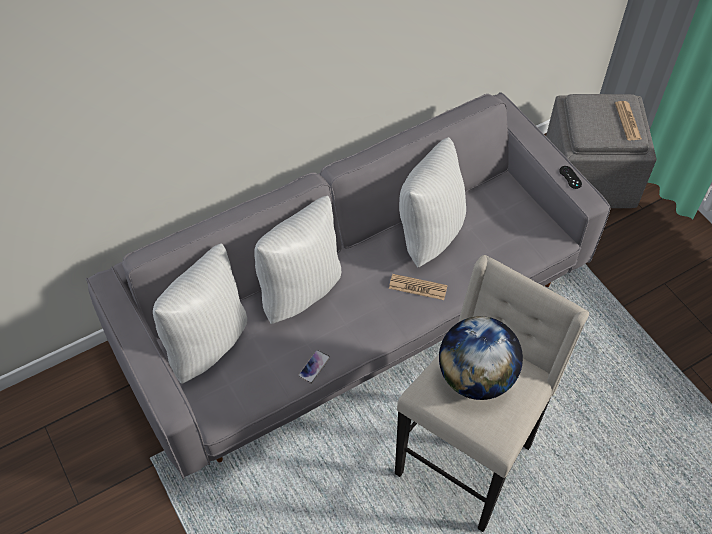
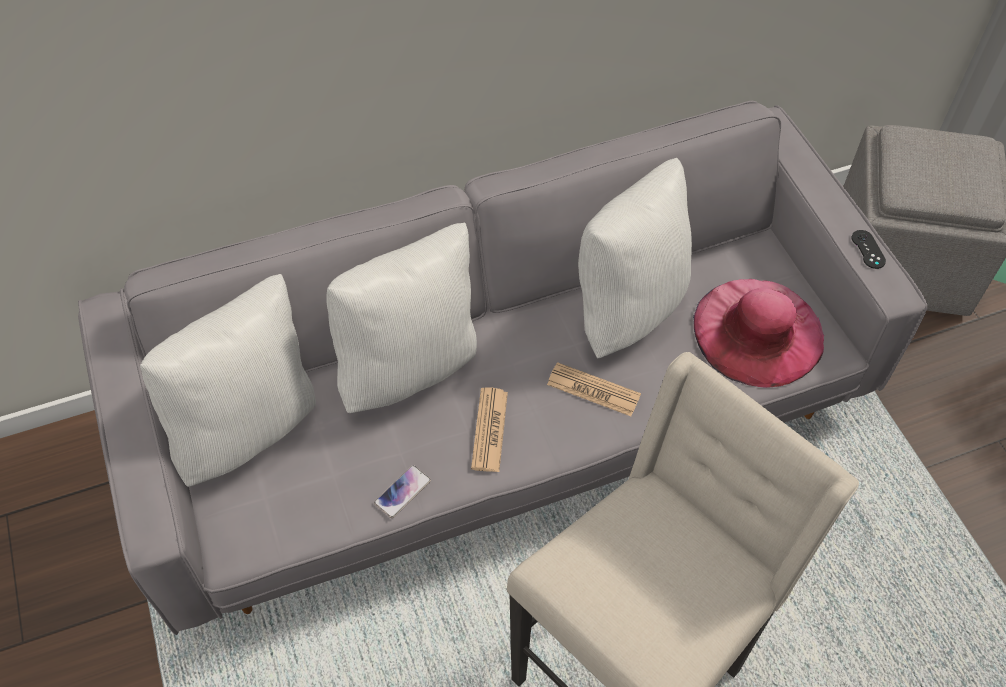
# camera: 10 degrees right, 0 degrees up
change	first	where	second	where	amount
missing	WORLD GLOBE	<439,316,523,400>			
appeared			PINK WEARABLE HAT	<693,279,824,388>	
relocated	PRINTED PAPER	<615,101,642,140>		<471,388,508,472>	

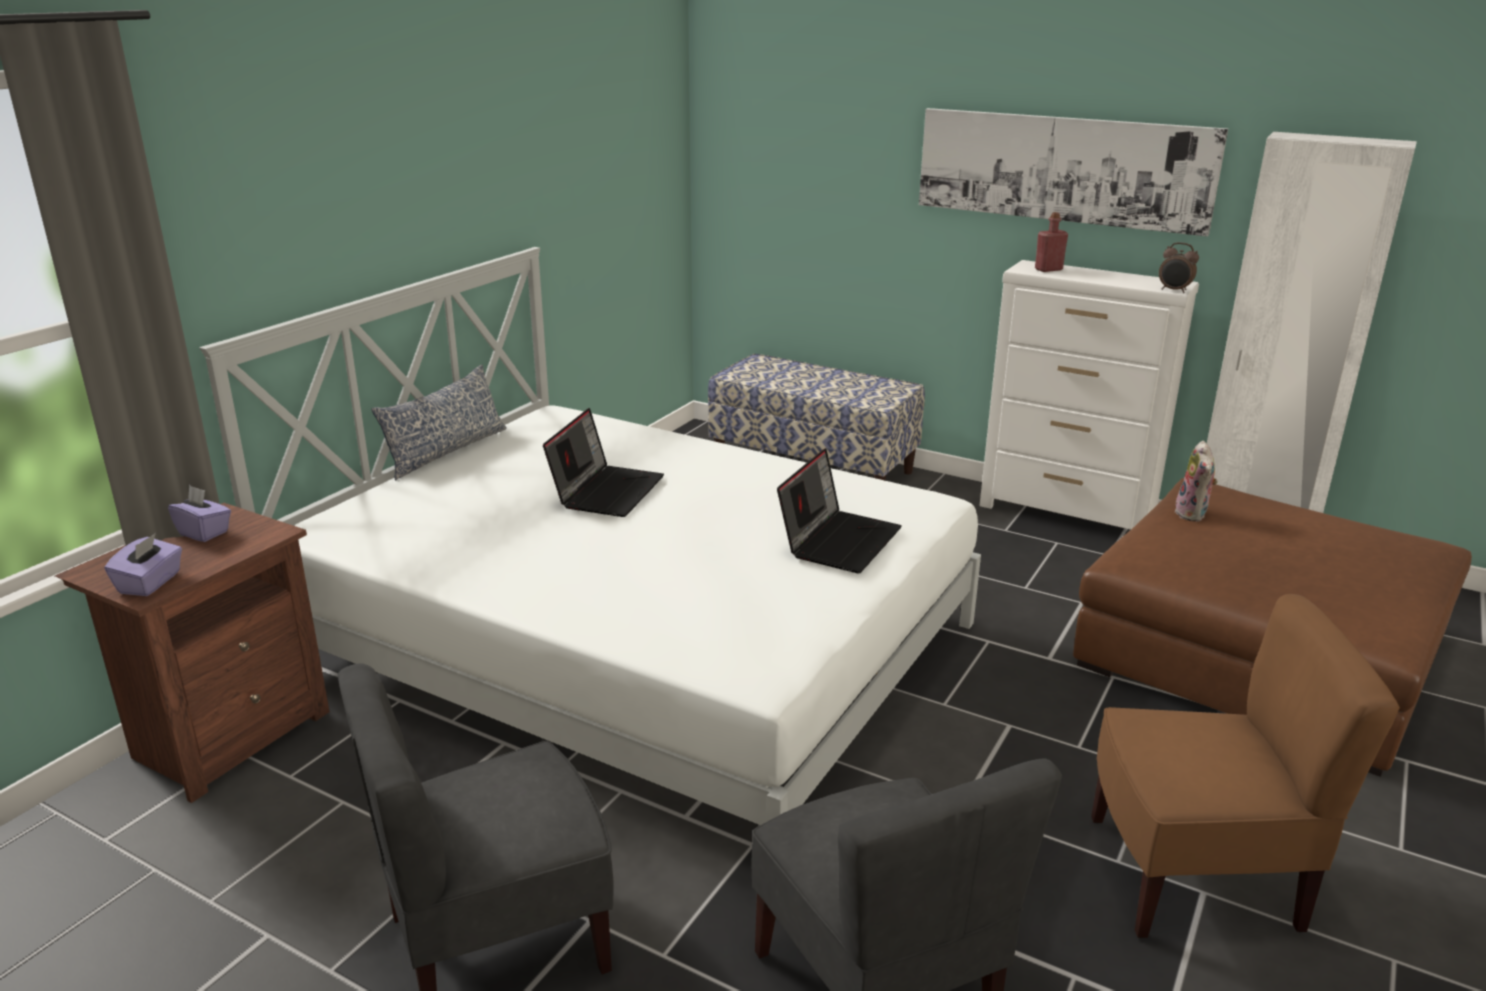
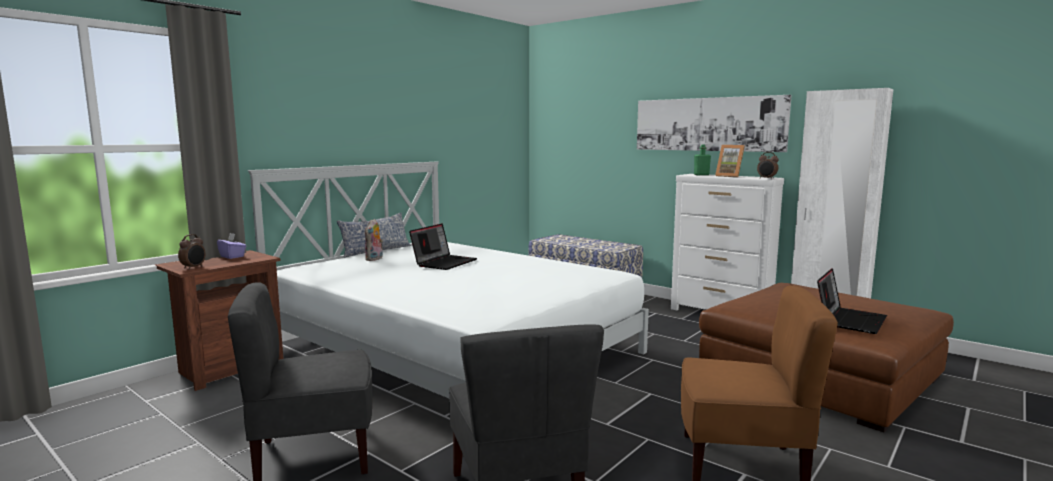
# camera: 10 degrees right, 15 degrees down
change	first	where	second	where	amount
appeared			STANDING FRAME	<715,145,745,177>	
relocated	NOTEBOOK COMPUTER	<777,448,902,573>		<817,268,887,334>	
relocated	CUDDLY TOY	<1175,441,1218,522>		<365,219,383,261>	
exchanged	PURPLE-COLOURED BOX OF TISSUES	<105,533,182,596>	BEDSIDE CLOCK	<178,234,205,270>	
colour	RED-COLOURED DRINK BOTTLE	<1035,212,1068,272>	GREENISH DRINK BOTTLE	<694,145,711,175>	

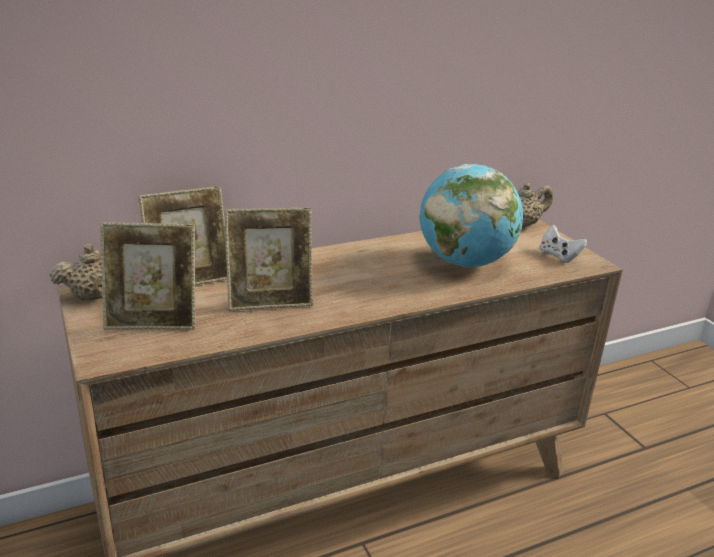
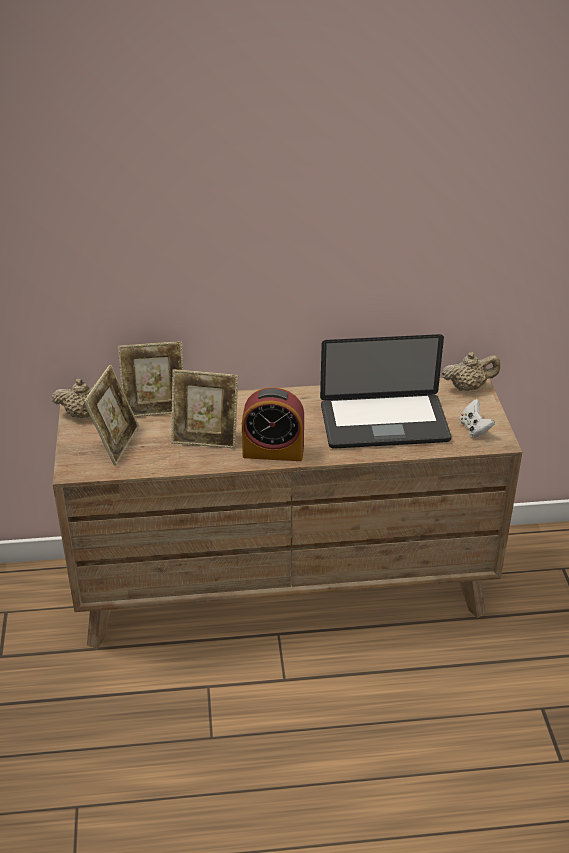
# camera: 20 degrees right, 10 degrees up
change	first	where	second	where	amount
appeared			BEDSIDE CLOCK	<242,387,304,461>	
exchanged	WORLD GLOBE	<419,164,523,267>	NOTEBOOK COMPUTER	<320,334,451,449>	
spun	STANDING FRAME	<100,222,196,330>		<84,364,139,466>	90 degrees counterclockwise

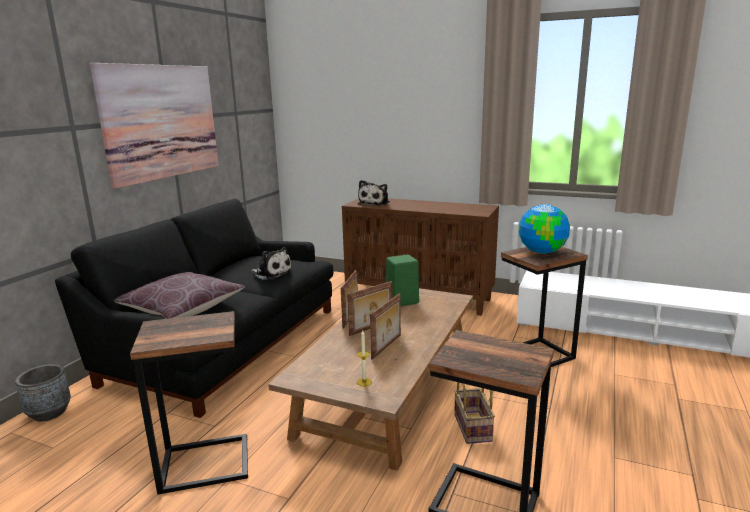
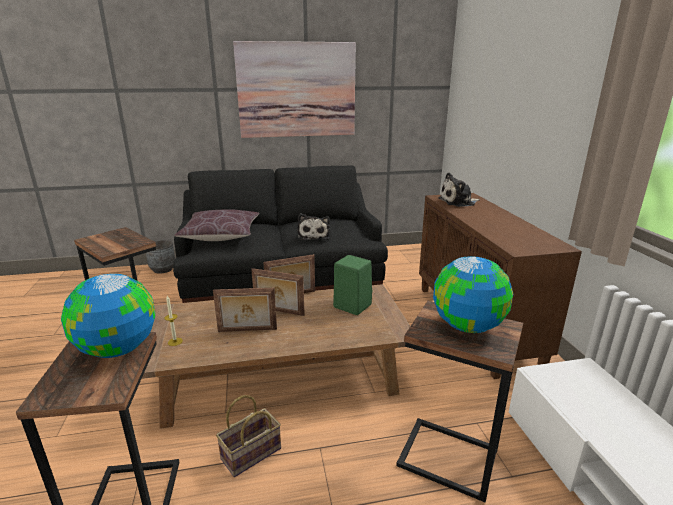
# camera: 55 degrees right, 5 degrees up
change	first	where	second	where	amount
appeared			WORLD GLOBE	<61,274,156,358>	

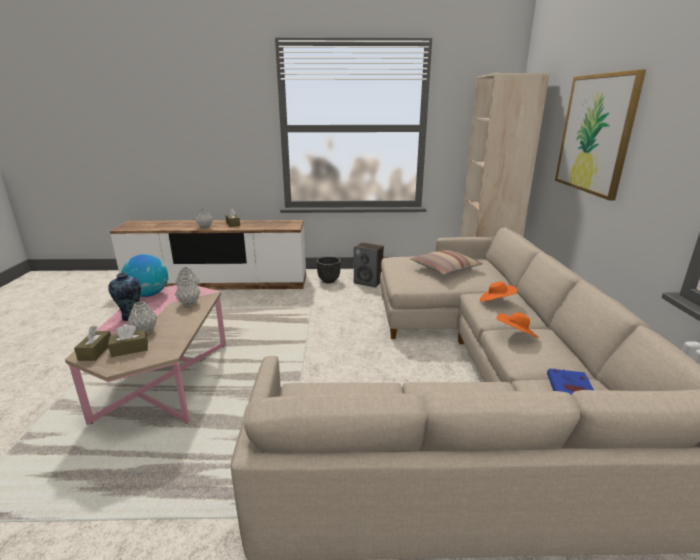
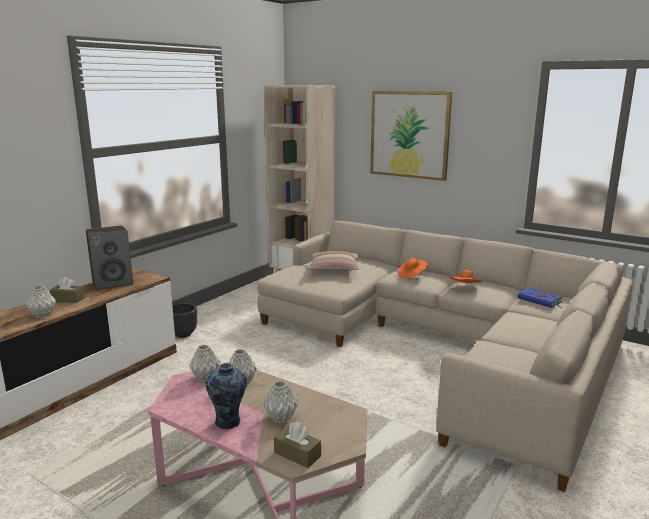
# camera: 55 degrees left, 5 degrees down
change	first	where	second	where	amount
missing	BROWN-COLOURED BOX OF TISSUES	<108,324,148,357>			
missing	WORLD GLOBE	<121,254,169,297>			
relocated	SPEAKER	<354,242,384,288>		<86,225,133,290>	

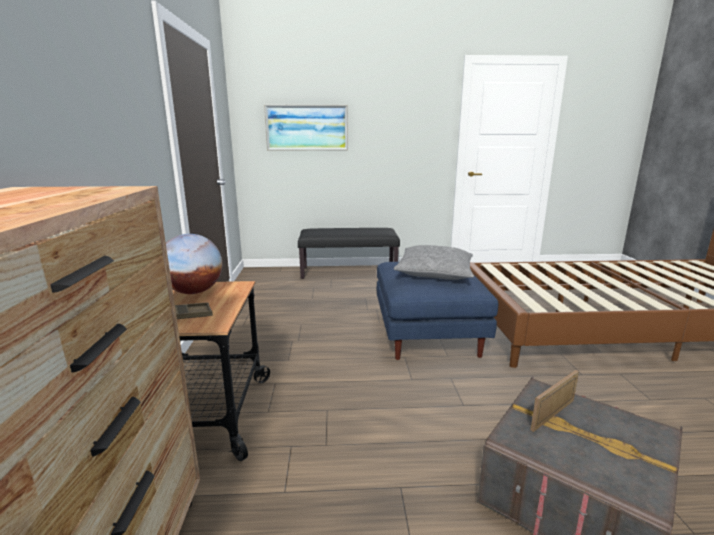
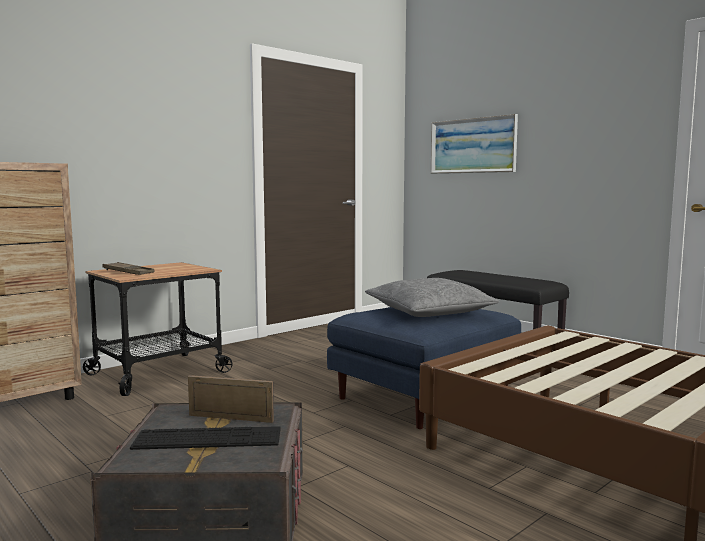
# camera: 50 degrees right, 10 degrees down
change	first	where	second	where	amount
missing	WORLD GLOBE	<166,234,222,294>			
appeared			KEYBOARD	<130,426,281,450>	

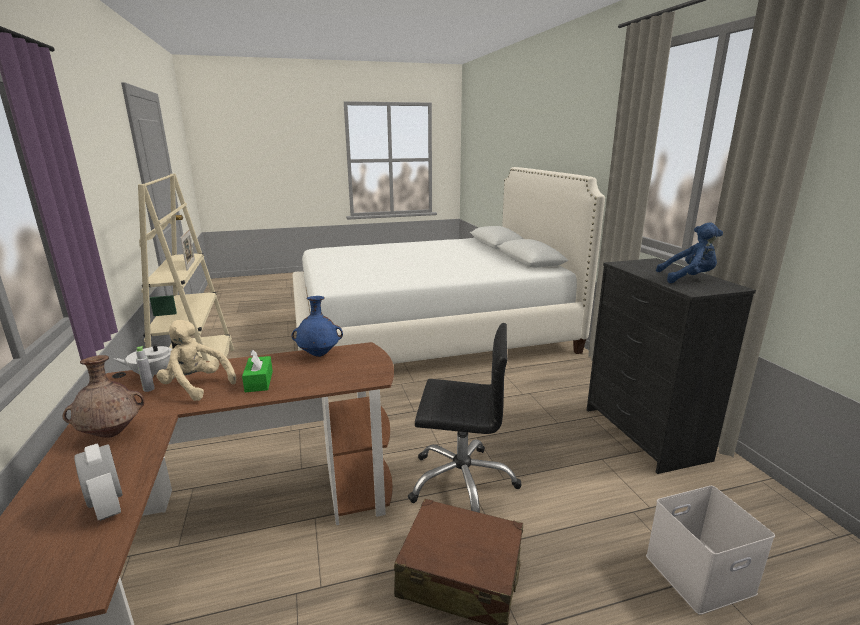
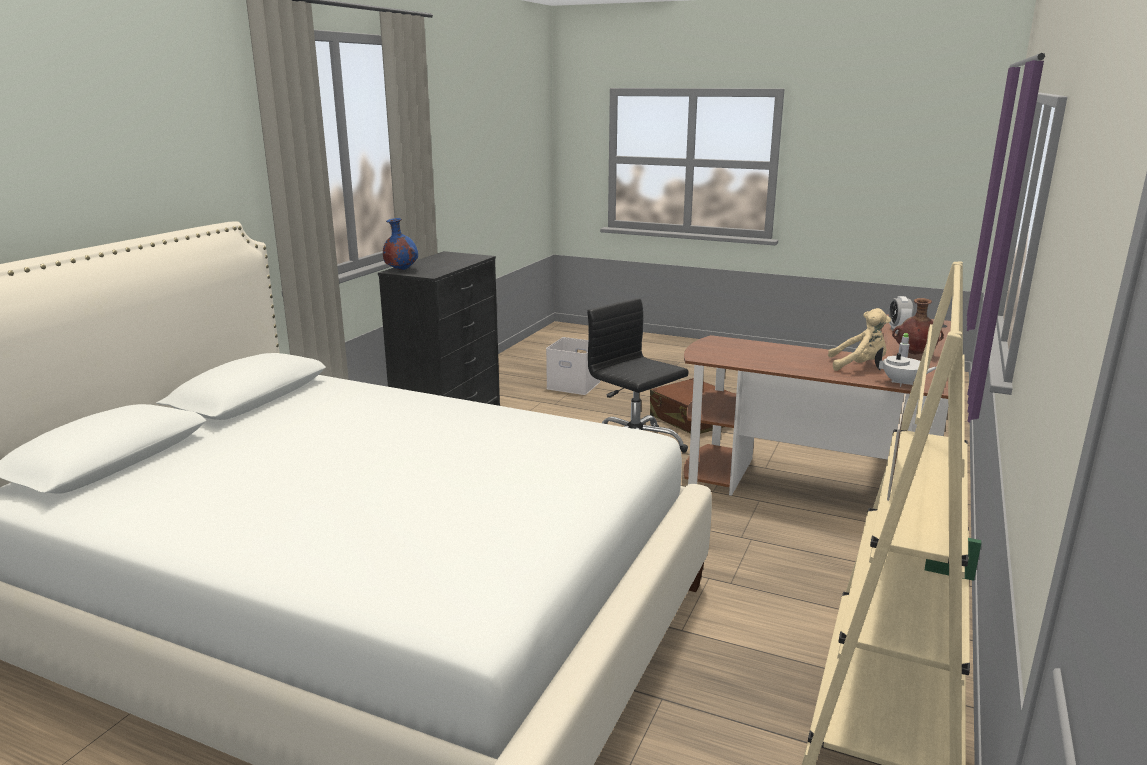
# camera: 140 degrees left, 0 degrees up
change	first	where	second	where	amount
missing	GREENISH BOX OF TISSUES	<242,349,273,392>			
missing	BLUE-COLOURED CUDDLY TOY	<656,222,723,283>			
relocated	BLUE-COLOURED FLOWER VASE	<291,296,343,357>		<383,218,418,270>	
spun	BEIGE-COLOURED CUDDLY TOY	<156,320,237,401>		<828,308,891,371>	60 degrees counterclockwise

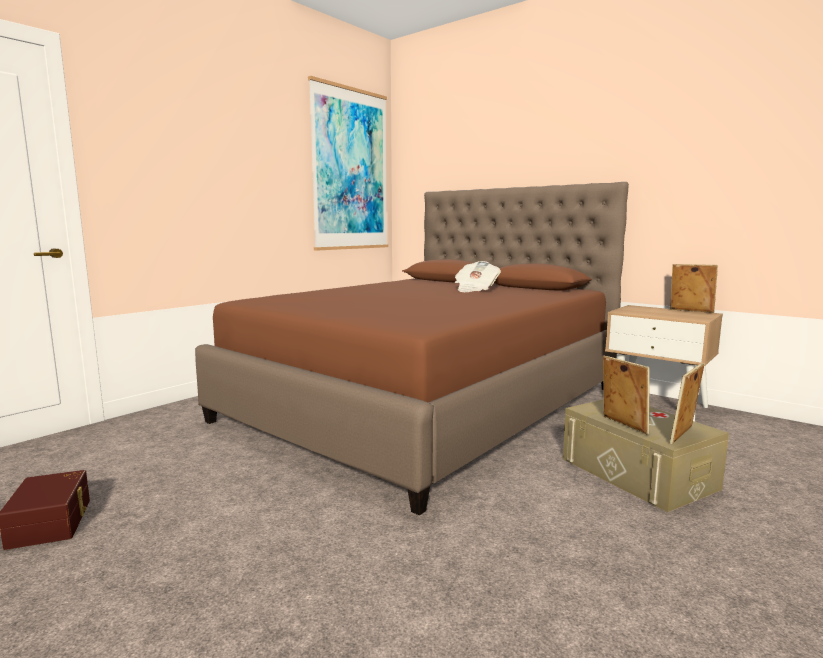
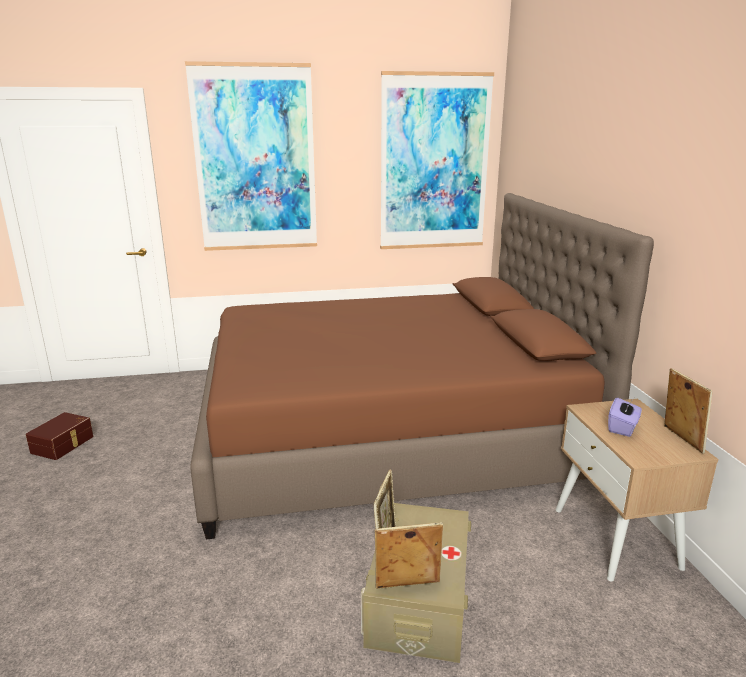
# camera: 40 degrees right, 10 degrees up
change	first	where	second	where	amount
missing	PRINTED PAPER	<455,261,501,292>			
appeared			WALL PICTURE	<185,61,317,251>	
appeared			PURPLE-COLOURED BOX OF TISSUES	<608,398,642,437>	

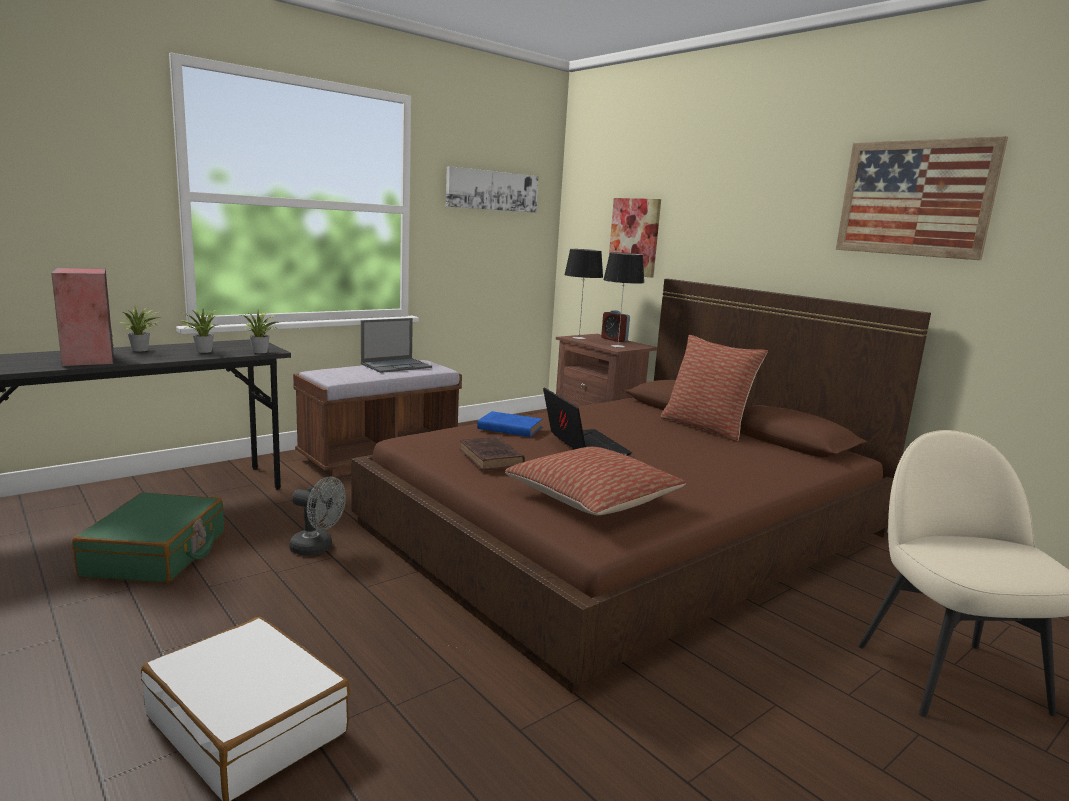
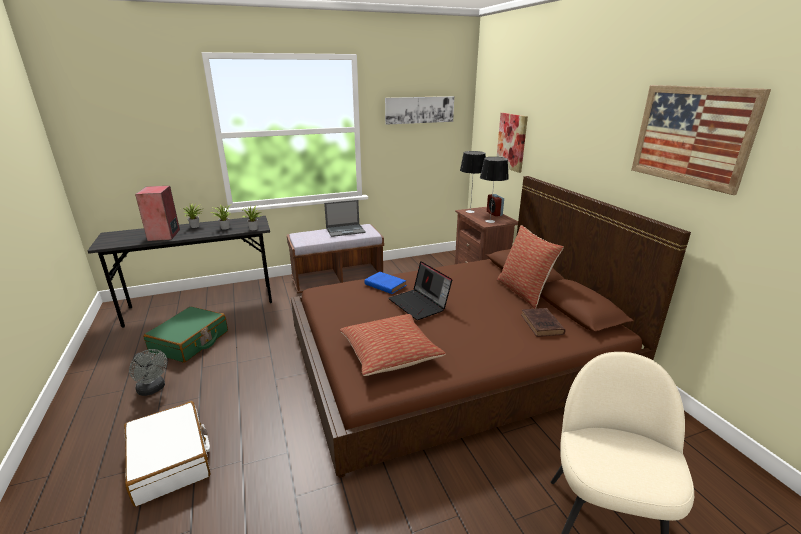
# camera: 20 degrees right, 10 degrees up
change	first	where	second	where	amount
relocated	GRAY ELECTRIC FAN	<289,477,346,556>		<129,349,167,396>	
relocated	BROWN-COLOURED BOOK	<460,436,525,470>		<521,308,565,337>	
spun	NOTEBOOK COMPUTER	<543,387,632,455>		<388,261,452,320>	150 degrees clockwise

